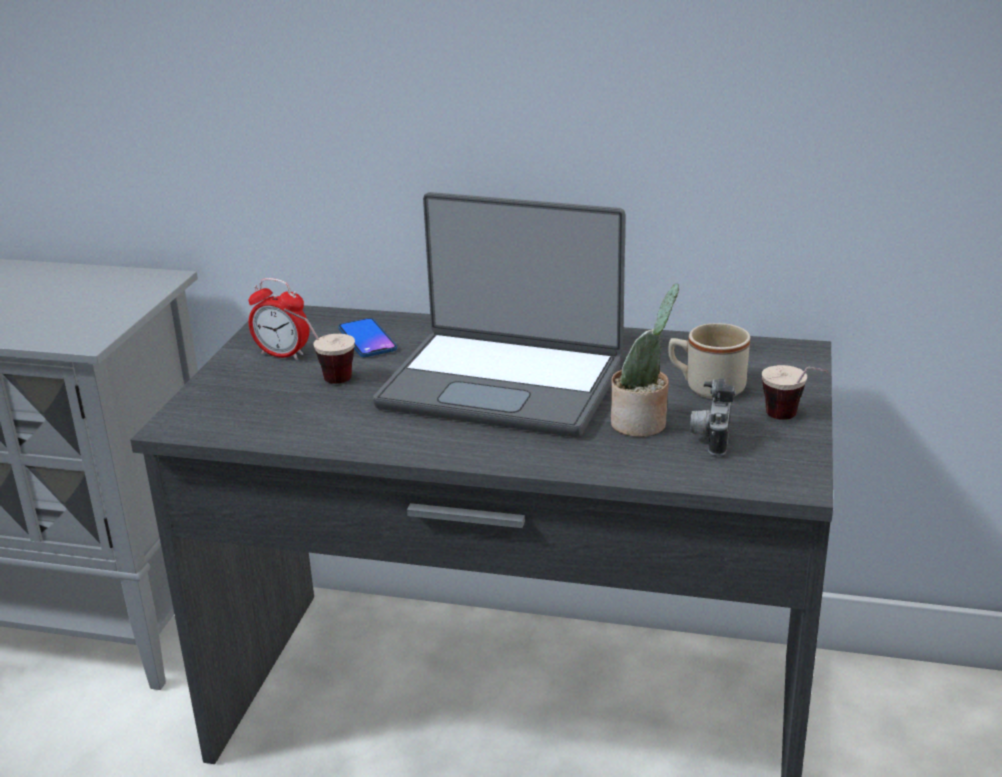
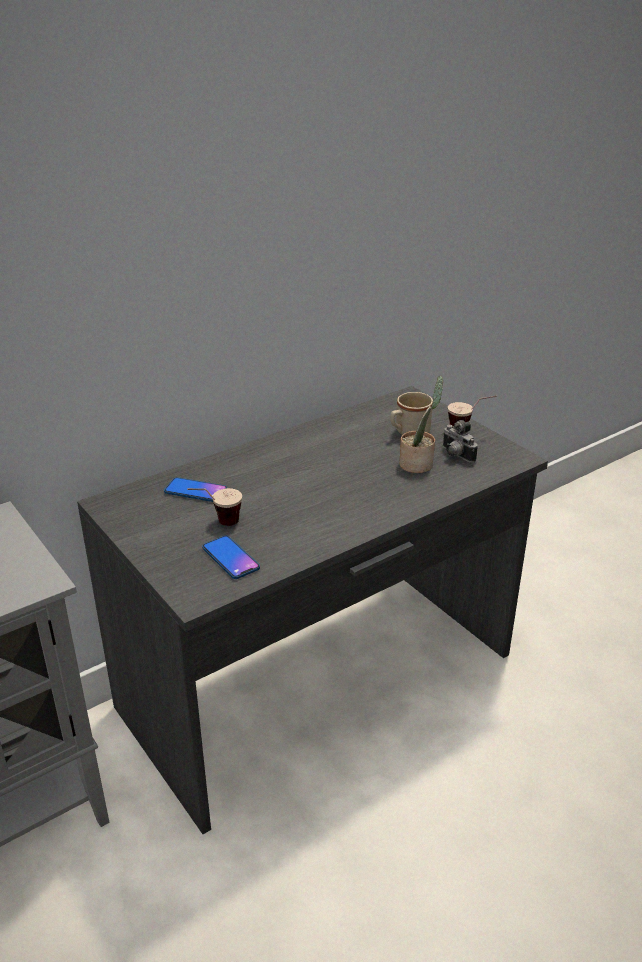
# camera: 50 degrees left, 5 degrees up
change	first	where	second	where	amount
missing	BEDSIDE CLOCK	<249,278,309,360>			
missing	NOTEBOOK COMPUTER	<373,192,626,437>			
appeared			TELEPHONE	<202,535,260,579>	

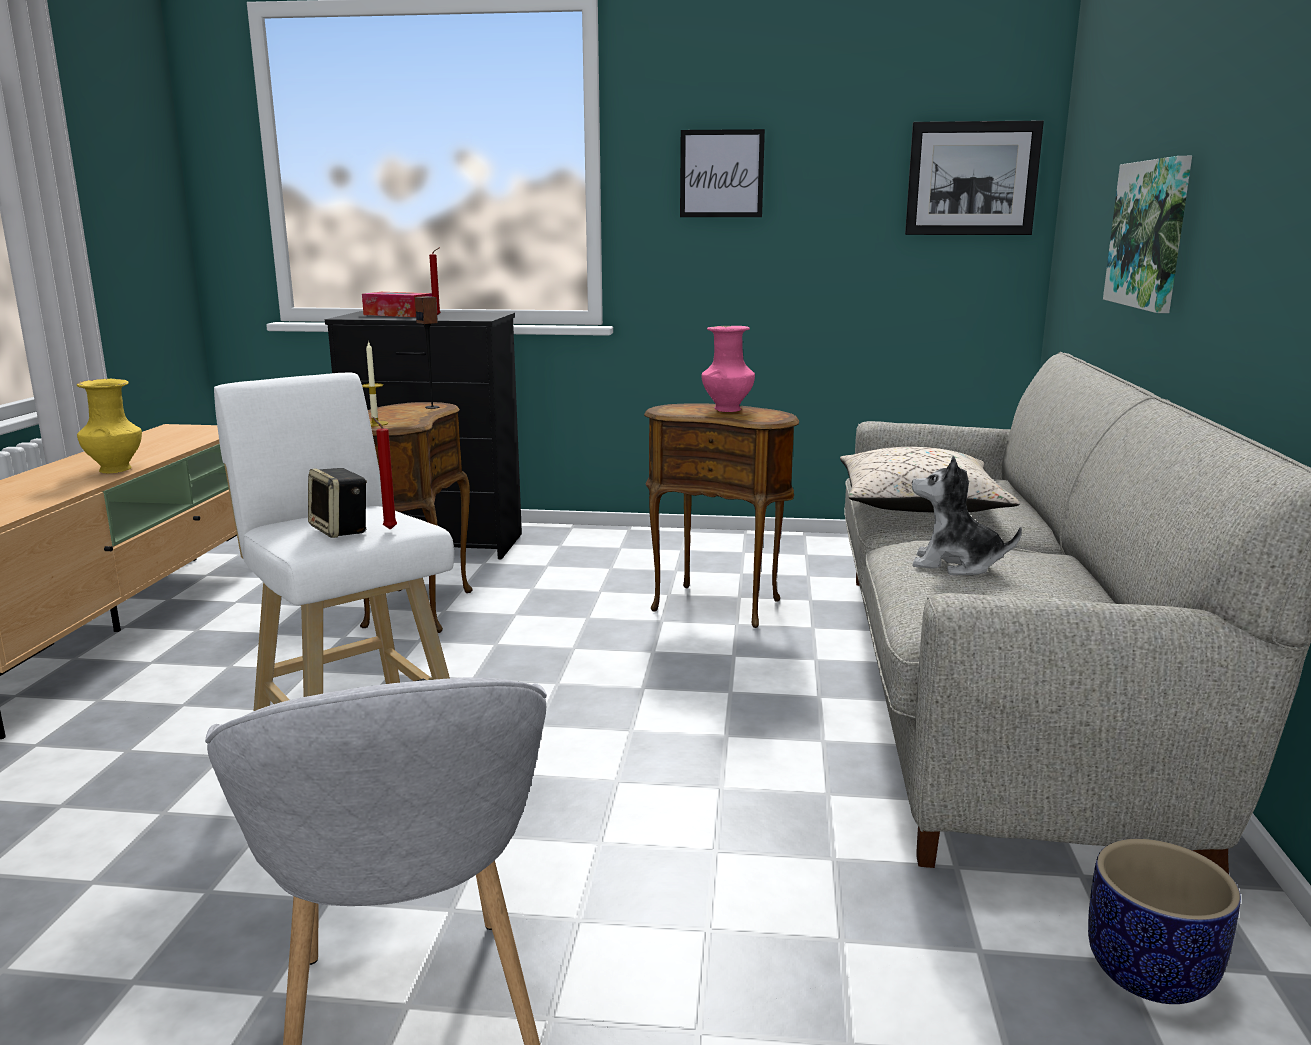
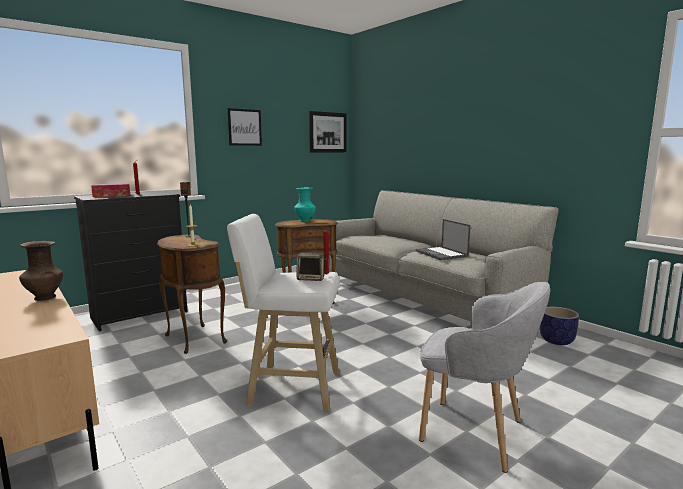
# camera: 45 degrees left, 5 degrees down
change	first	where	second	where	amount
missing	BEIGE-COLOURED PILLOW	<840,447,1020,513>			
missing	WALL PICTURE	<1103,156,1192,313>			
exchanged	CUDDLY TOY	<912,456,1022,575>	NOTEBOOK COMPUTER	<416,219,471,260>	
colour	YELLOW-COLOURED FLOWER VASE	<77,379,142,473>	BROWN-COLOURED FLOWER VASE	<19,241,63,301>	
colour	PINK FLOWER VASE	<701,326,755,412>	BLUE-GREEN FLOWER VASE	<294,187,316,222>	

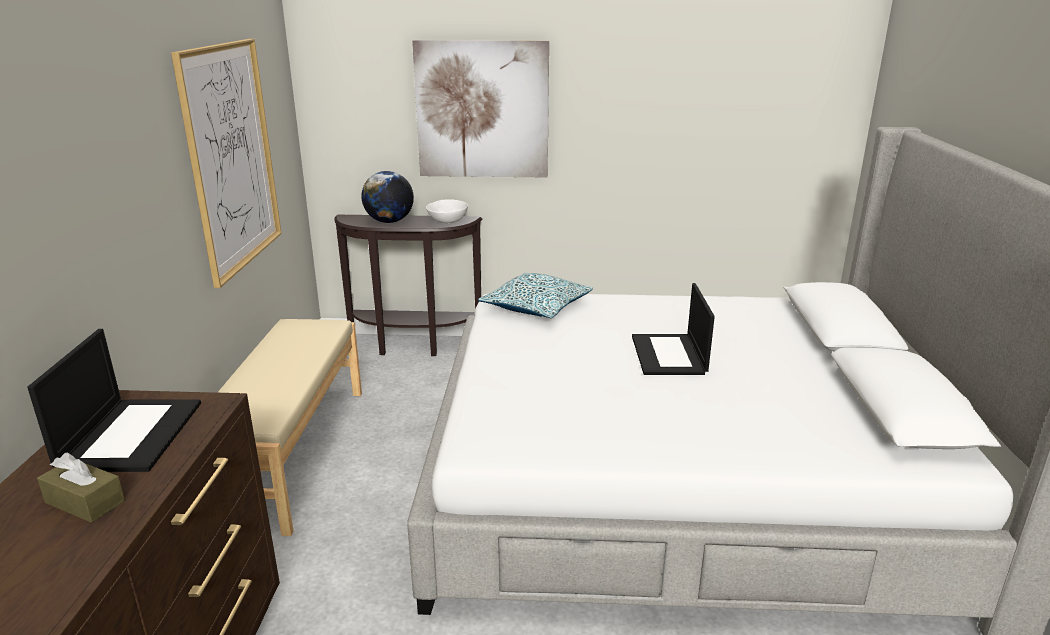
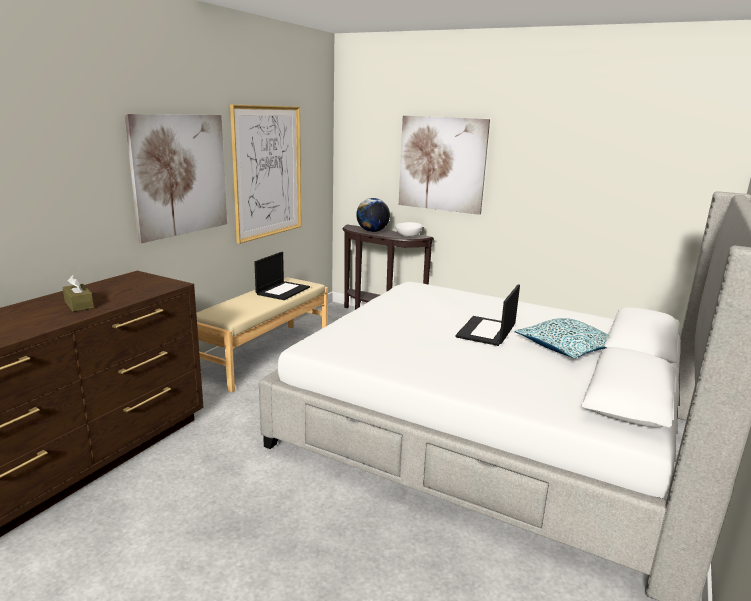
# camera: 25 degrees right, 5 degrees down
change	first	where	second	where	amount
appeared			WALL PICTURE	<125,114,227,243>	
relocated	NOTEBOOK COMPUTER	<27,329,201,472>		<254,252,310,300>	
relocated	PILLOW	<478,273,593,318>		<514,318,609,358>	

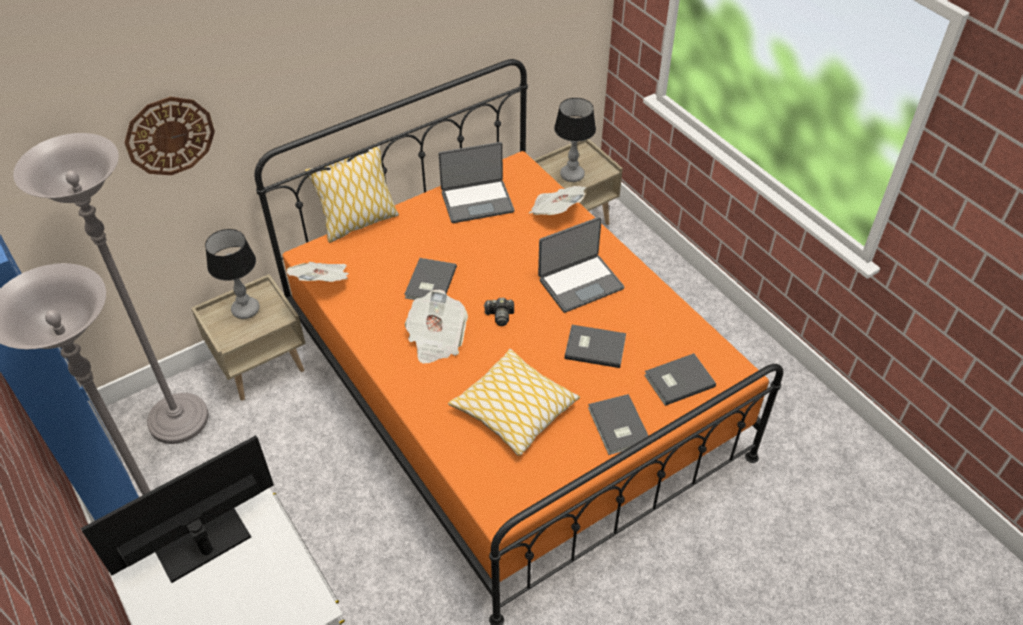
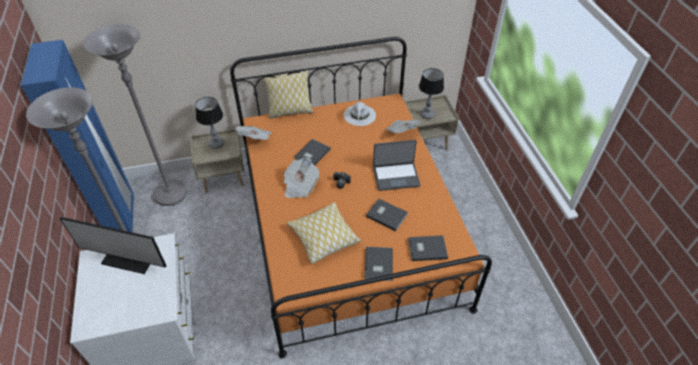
# camera: 20 degrees right, 0 degrees up
change	first	where	second	where	amount
missing	CLOCK ON THE WALL	<124,97,215,175>			
exchanged	NOTEBOOK COMPUTER	<438,142,514,223>	WHITE-COLOURED WEARABLE HAT	<344,102,376,126>	
spun	COMPUTER DISPLAY	<81,435,274,583>		<59,217,166,274>	150 degrees counterclockwise

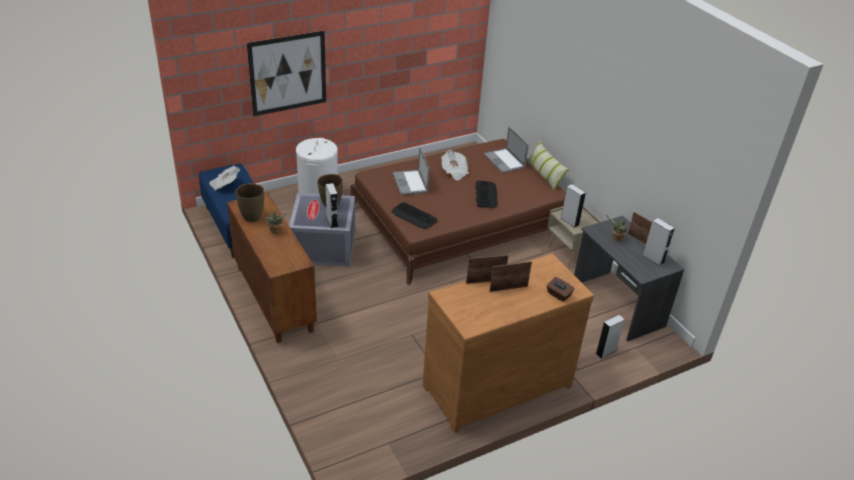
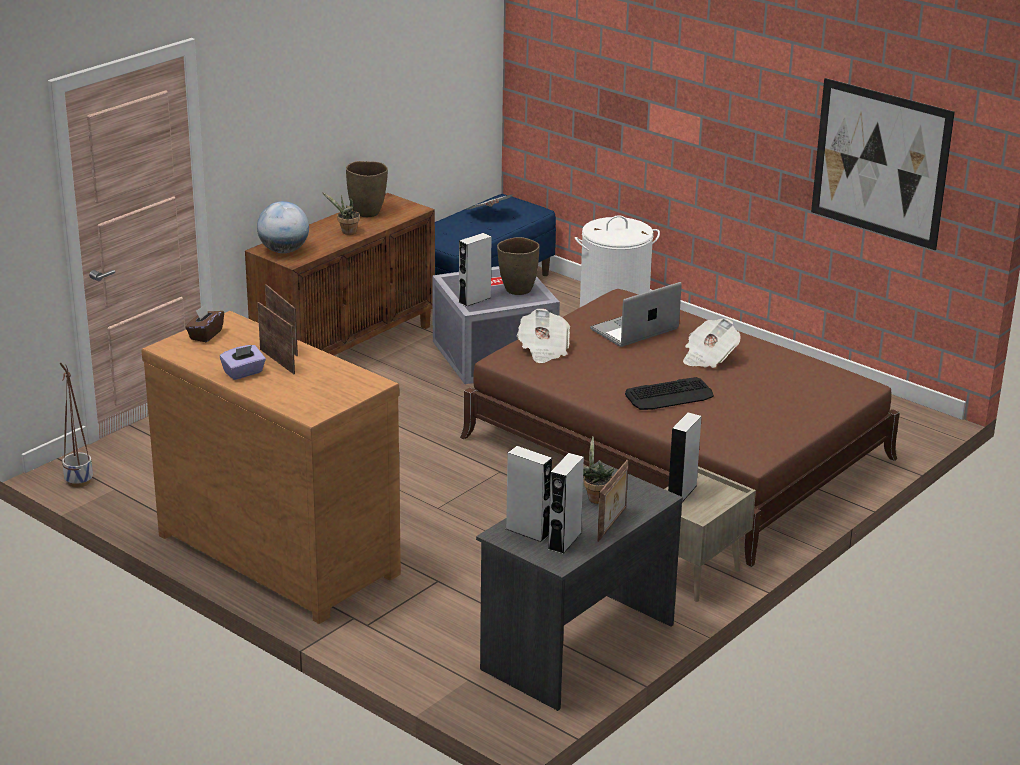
# camera: 70 degrees right, 10 degrees down
change	first	where	second	where	amount
missing	NOTEBOOK COMPUTER	<484,127,529,173>			
missing	PILLOW	<526,140,569,191>			
appeared			FLOWER POT	<59,363,93,488>	
appeared			PURPLE-COLOURED BOX OF TISSUES	<220,345,266,380>	
appeared			WORLD GLOBE	<257,201,309,253>	
relocated	WALL PICTURE	<247,31,326,116>		<811,78,955,250>	
relocated	BROWN-COLOURED BOX OF TISSUES	<547,277,574,302>		<185,305,224,342>	
relocated	GRAY SPEAKER	<596,315,625,359>		<506,446,552,542>	
exchanged	KEYBOARD	<391,202,437,229>	PRINTED PAPER	<517,309,570,363>	

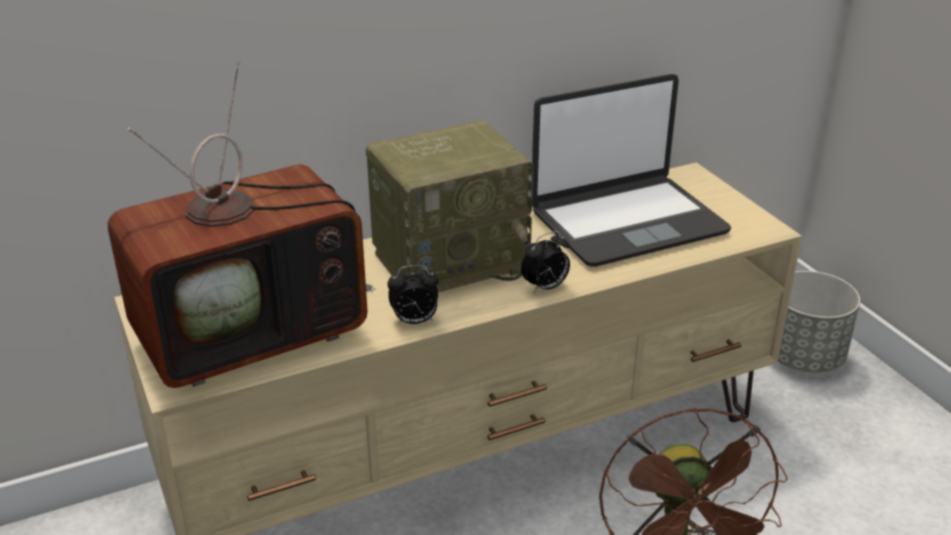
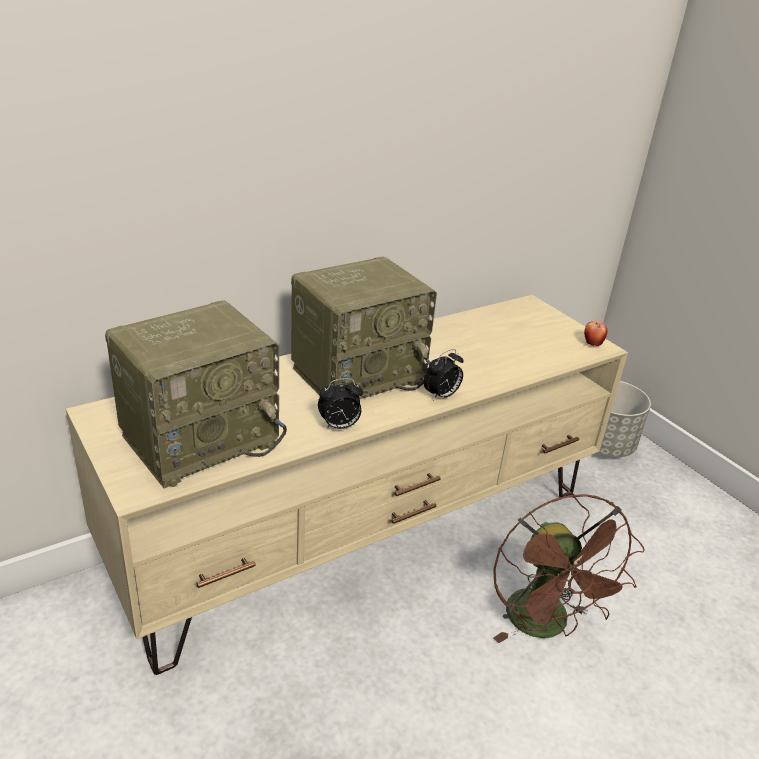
# camera: 10 degrees left, 0 degrees up
change	first	where	second	where	amount
missing	NOTEBOOK COMPUTER	<532,74,731,267>			
appeared			APPLE FRUIT	<584,321,607,346>	
exchanged	TV	<108,60,376,388>	RADIO	<105,300,287,488>	

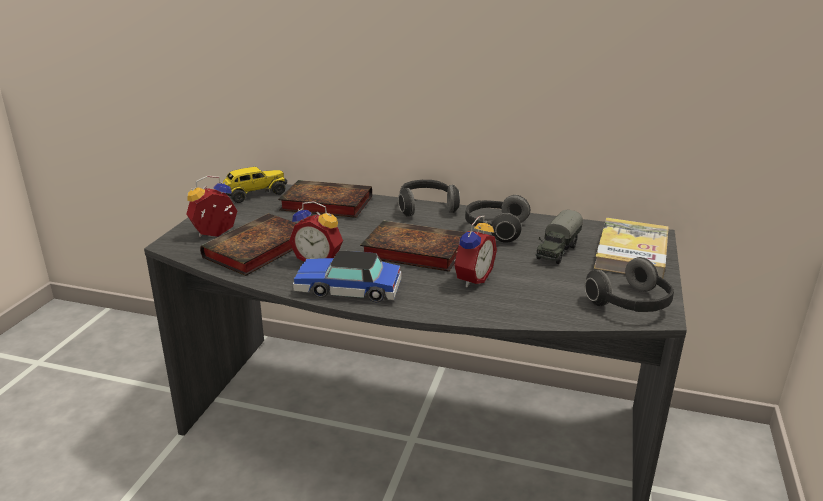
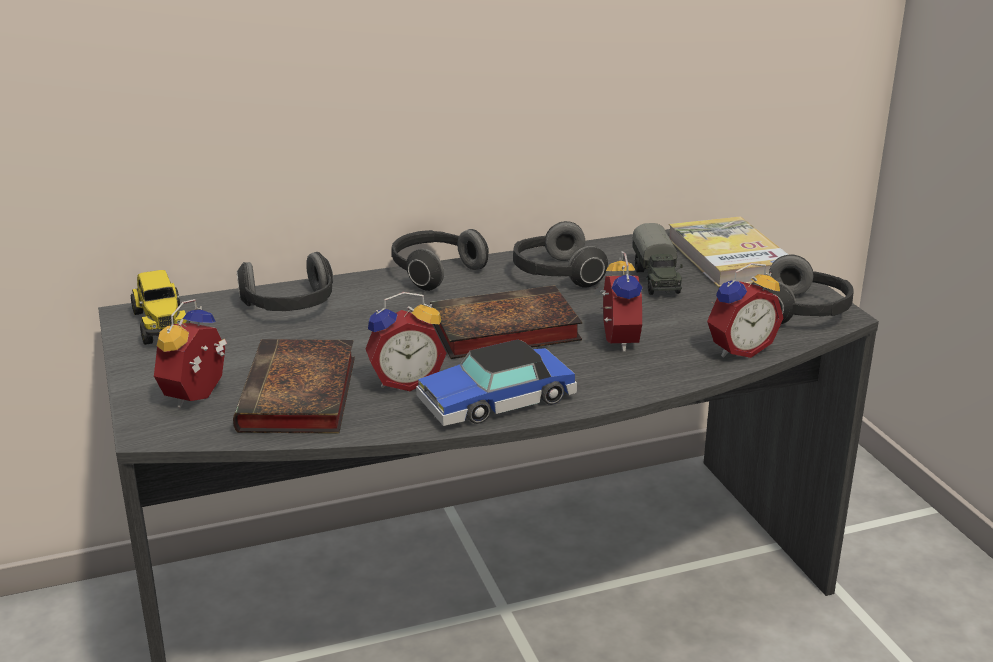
# camera: 35 degrees left, 0 degrees up
change	first	where	second	where	amount
appeared			BEDSIDE CLOCK	<707,263,783,358>	
exchanged	BOOK	<278,180,372,218>	HEADSET	<237,252,333,311>	
spun	TOY LORRY	<223,167,287,203>		<131,270,190,345>	135 degrees clockwise

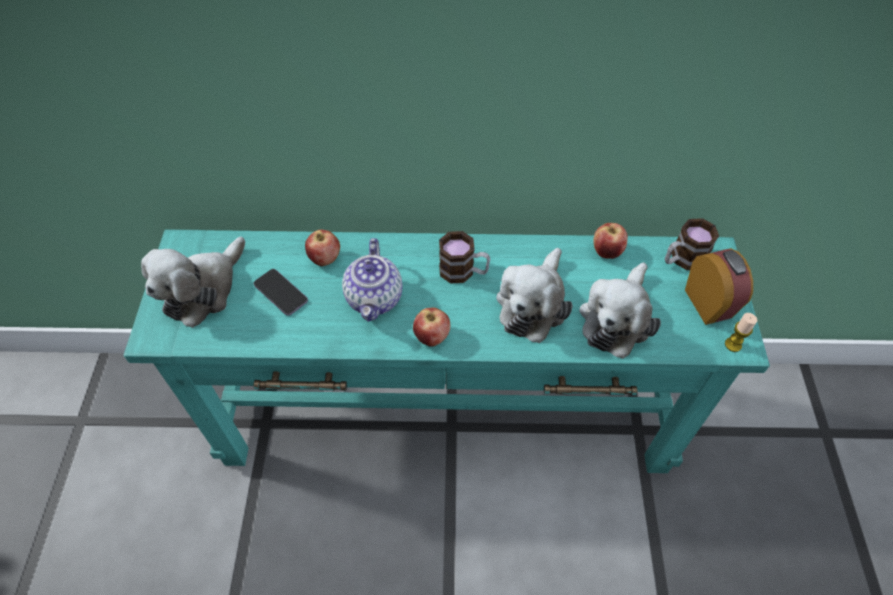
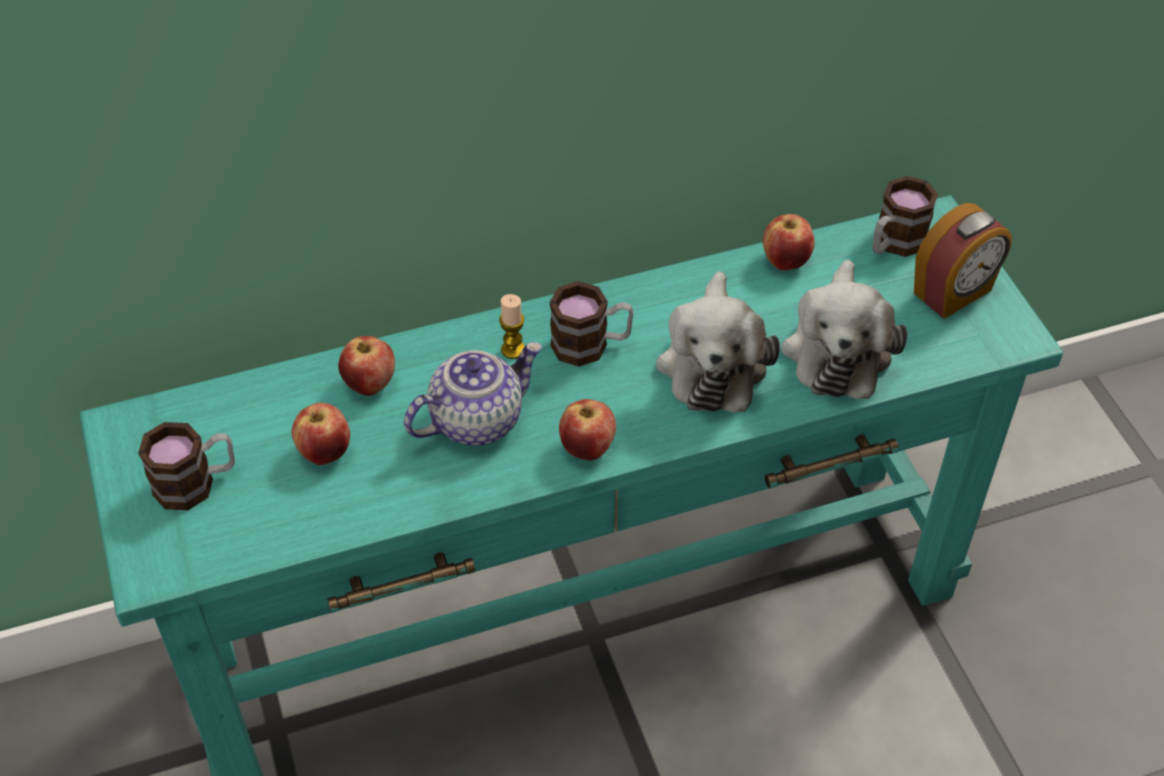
# camera: 20 degrees left, 5 degrees down
change	first	where	second	where	amount
relocated	CANDLE	<725,313,757,352>		<499,294,525,359>	
exchanged	CUDDLY TOY	<141,237,245,328>	TEA MUG	<138,422,235,510>	
exchanged	TELEPHONE	<254,269,308,316>	APPLE FRUIT	<292,403,350,465>	
spun	TEAPOT	<342,238,402,322>		<404,342,542,446>	105 degrees counterclockwise
spun	BEDSIDE CLOCK	<685,248,753,325>		<914,203,1012,319>	90 degrees clockwise

